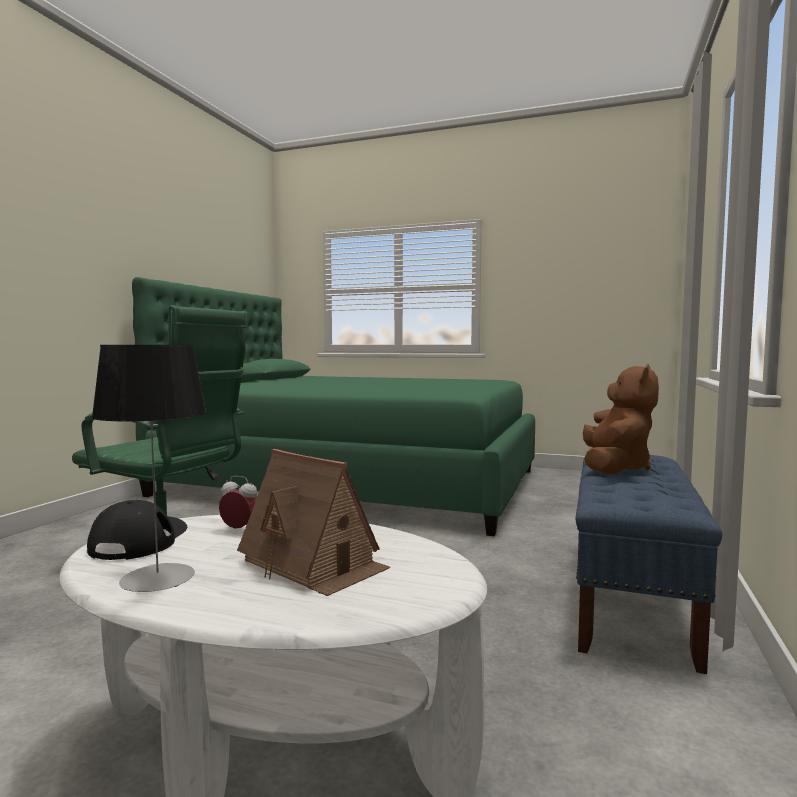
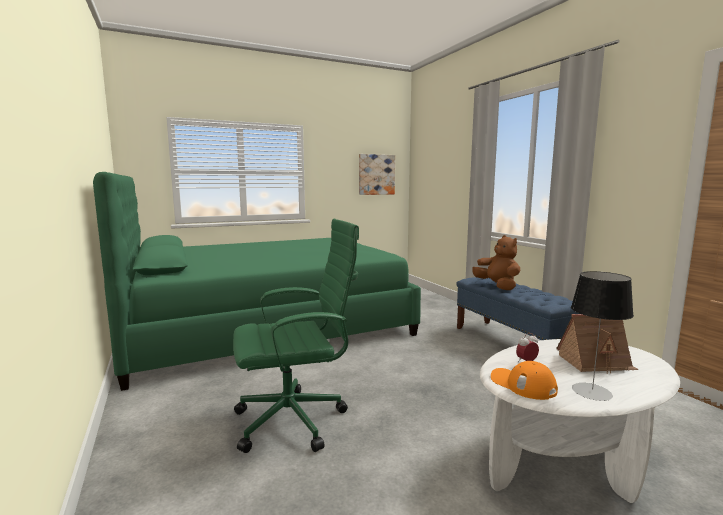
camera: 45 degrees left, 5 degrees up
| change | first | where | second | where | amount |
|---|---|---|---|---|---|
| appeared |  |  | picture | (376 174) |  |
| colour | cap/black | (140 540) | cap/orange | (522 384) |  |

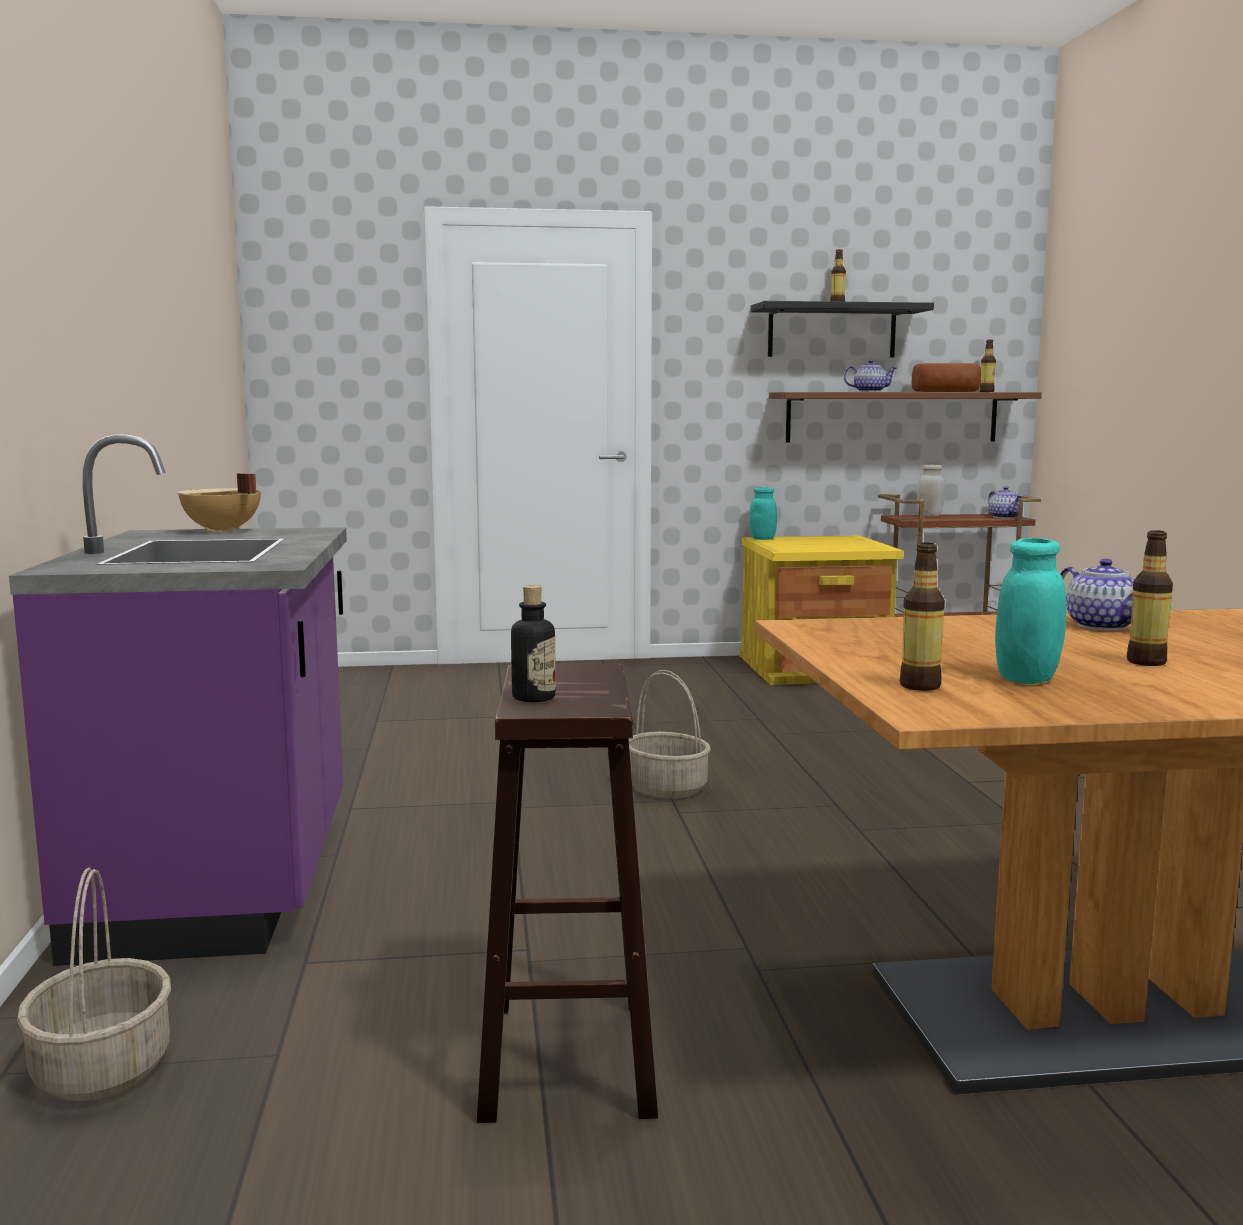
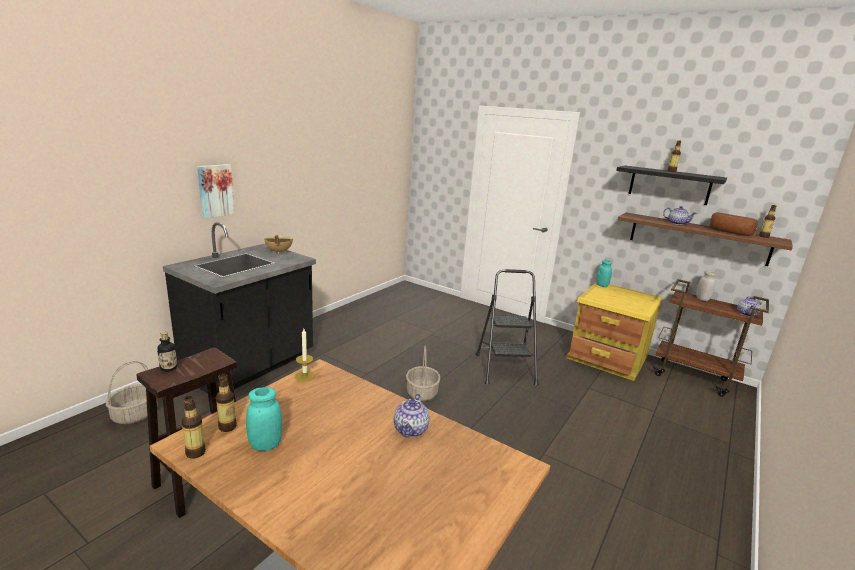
camera: 40 degrees right, 10 degrees up
| change | first | where | second | where | amount |
|---|---|---|---|---|---|
| appeared |  |  | picture | (215 190) |  |
| appeared |  |  | candle | (305 376) |  |
| appeared |  |  | step ladder/black | (505 367) |  |
| relocated | bottle | (1146 662) |  | (195 453) |  |
| colour | counter/purple | (226 881) | counter/black | (250 367) |  |

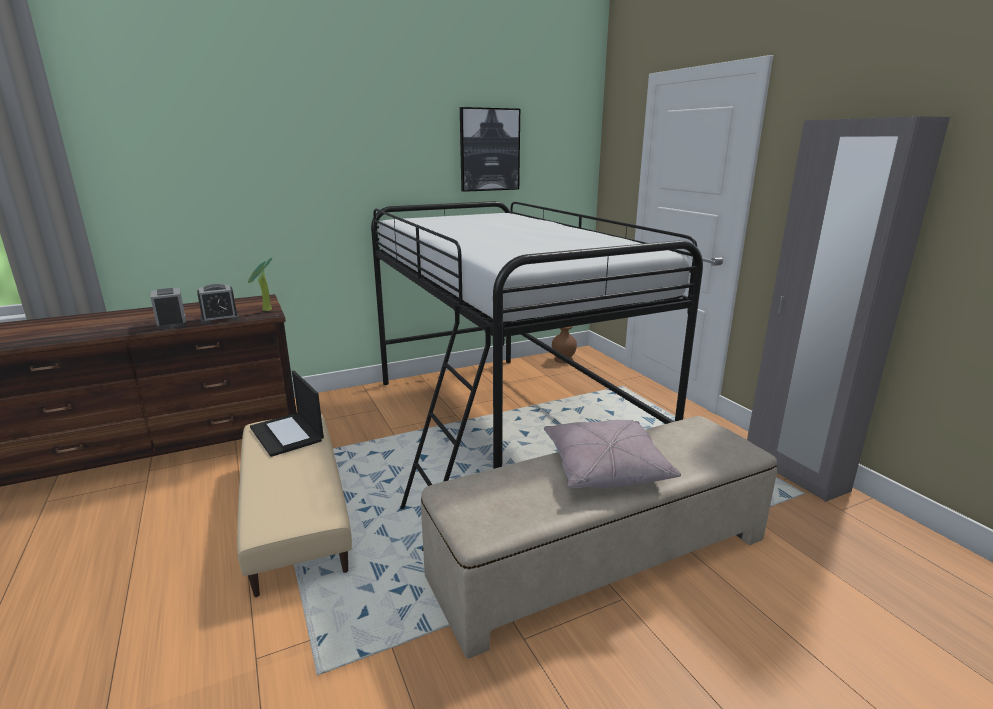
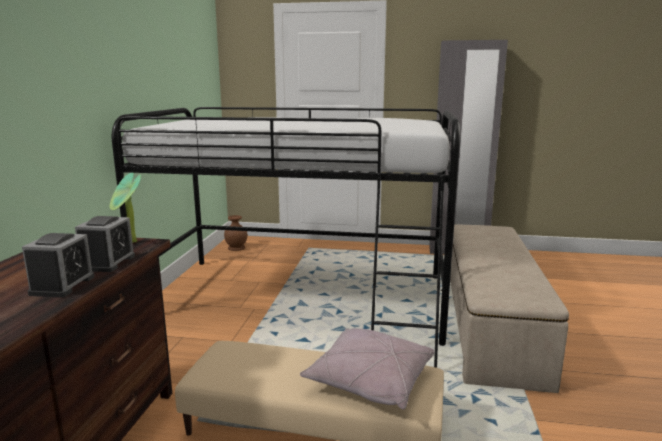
camera: 55 degrees left, 5 degrees down
| change | first | where | second | where | amount |
|---|---|---|---|---|---|
| missing | laptop | (287 434) |  |  |  |
| missing | picture | (489 150) |  |  |  |
| relocated | pillow/purple | (605 468) |  | (370 381) |  |
| spun | alarm clock | (172 322) |  | (62 285) | 90 degrees clockwise |

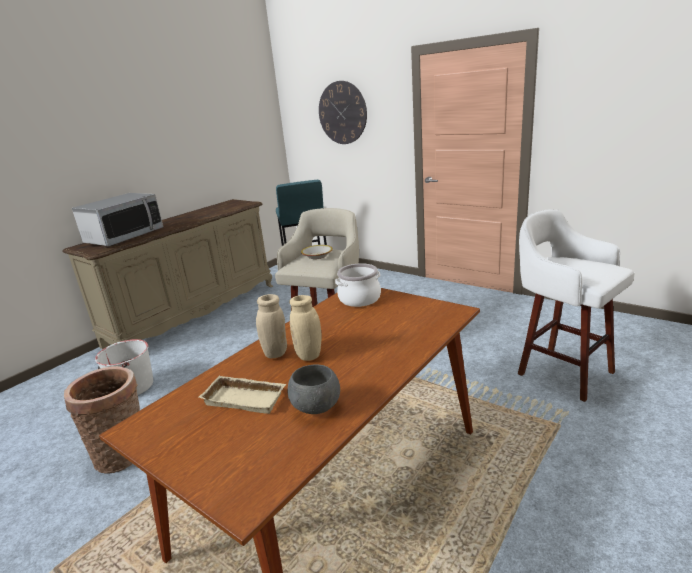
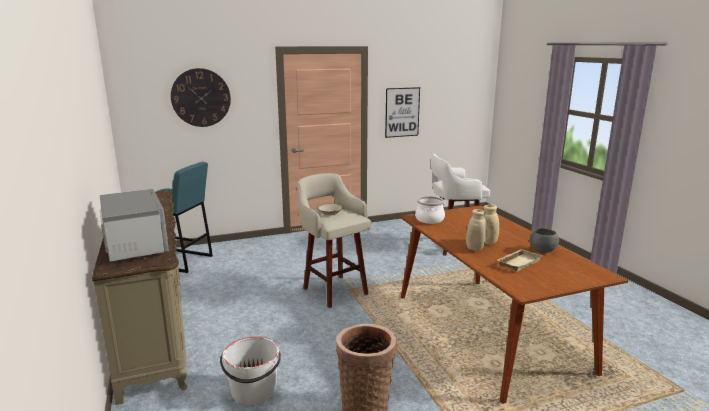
camera: 60 degrees left, 5 degrees down
| change | first | where | second | where | amount |
|---|---|---|---|---|---|
| appeared |  |  | picture | (402 112) |  |

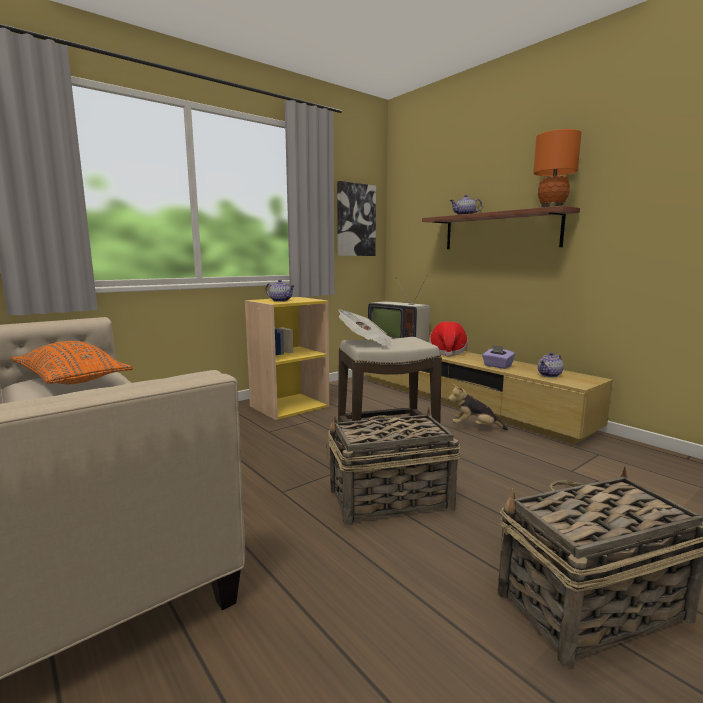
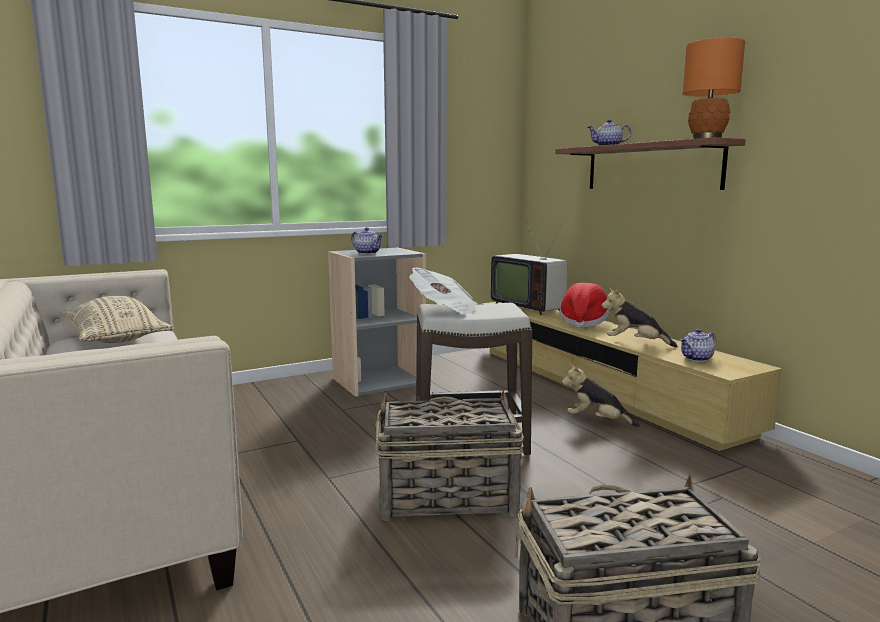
camera: 10 degrees right, 0 degrees up
| change | first | where | second | where | amount |
|---|---|---|---|---|---|
| missing | picture | (355 220) |  |  |  |
| exchanged | tissue box/purple | (497 366) | plush toy | (635 343) |  |
| colour | pillow/orange | (72 380) | pillow/beige | (116 338) |  |
| colour | bookcase/yellow | (289 406) | bookcase/grey | (379 380) |  |

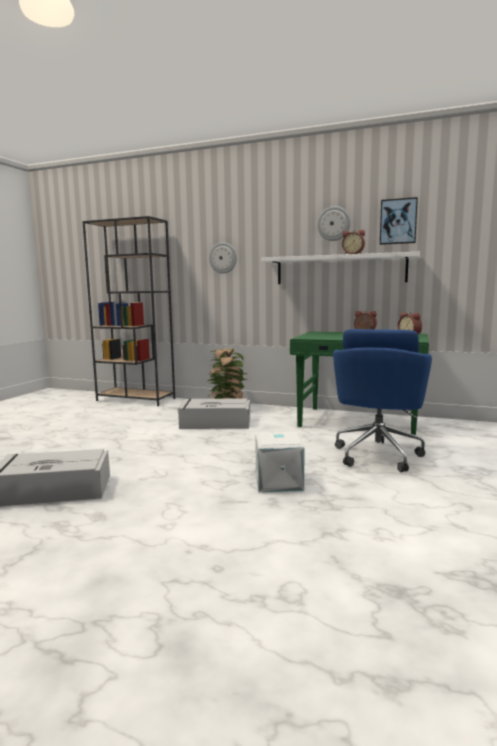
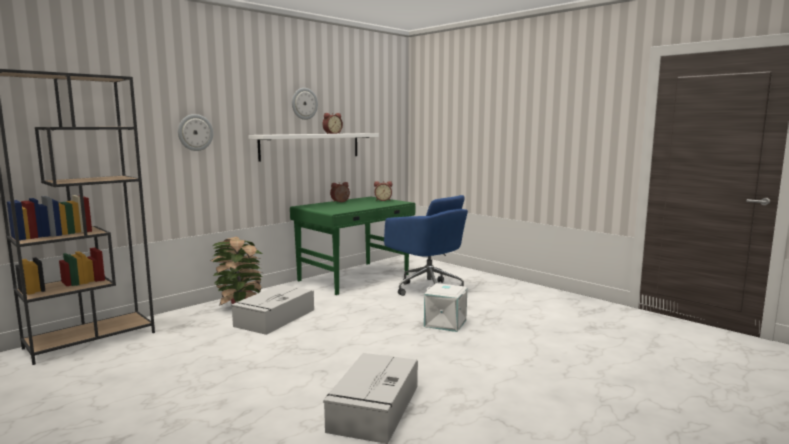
camera: 65 degrees left, 0 degrees up
| change | first | where | second | where | amount |
|---|---|---|---|---|---|
| missing | picture | (398 221) |  |  |  |

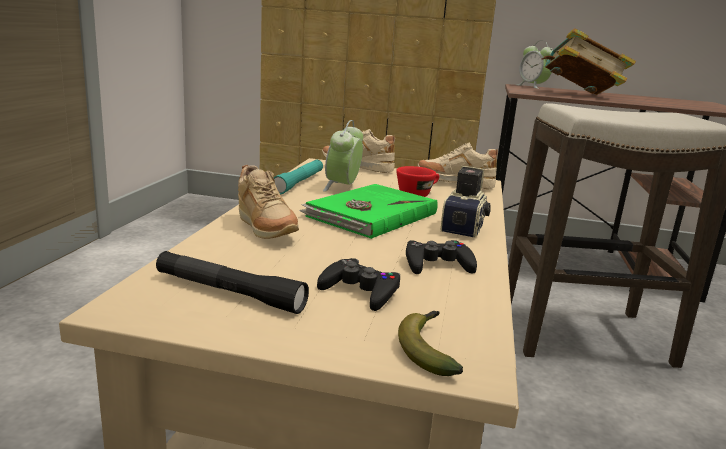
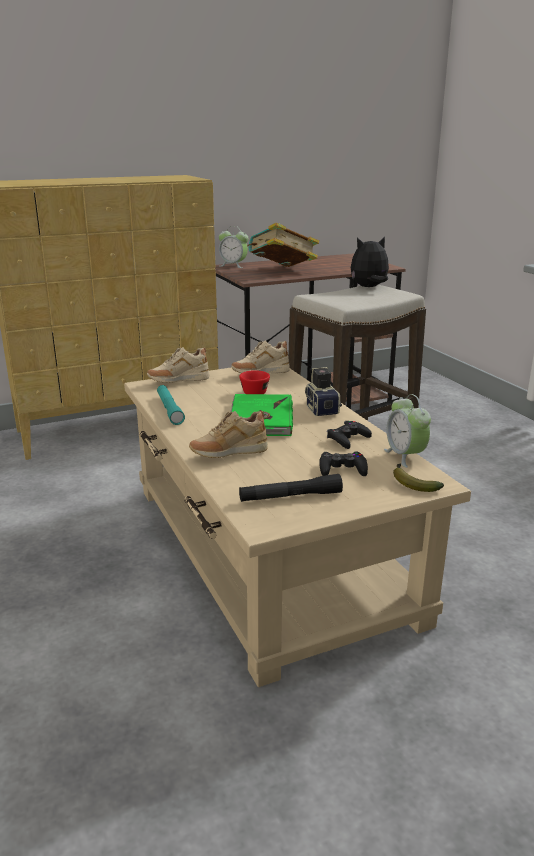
camera: 35 degrees left, 5 degrees up
| change | first | where | second | where | amount |
|---|---|---|---|---|---|
| appeared |  |  | plush toy | (369 287) |  |
| relocated | alarm clock | (342 187) |  | (405 456) |  |
| spun | shoe/beige | (265 230) |  | (228 454) | 135 degrees clockwise |

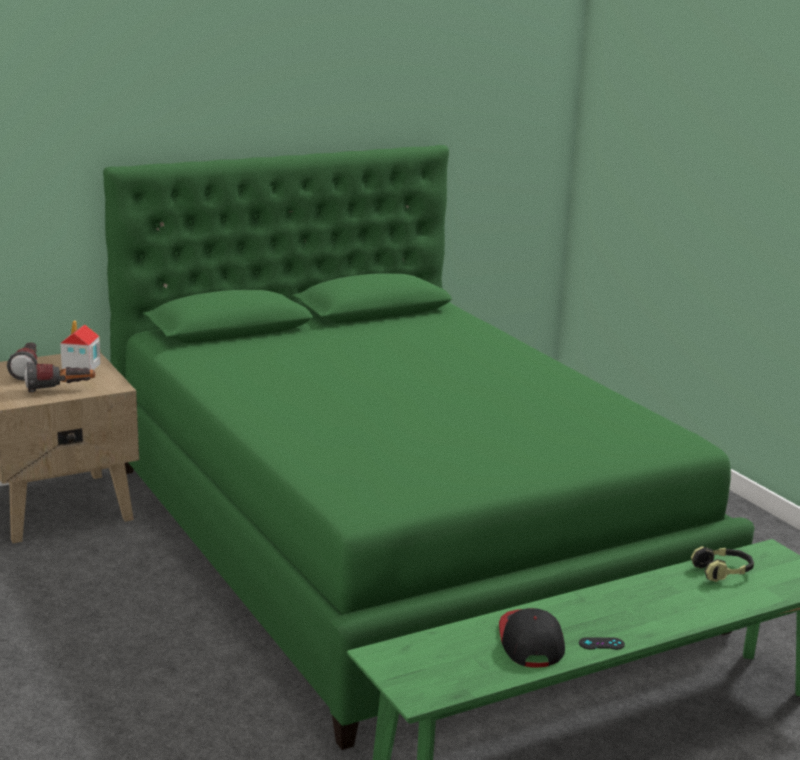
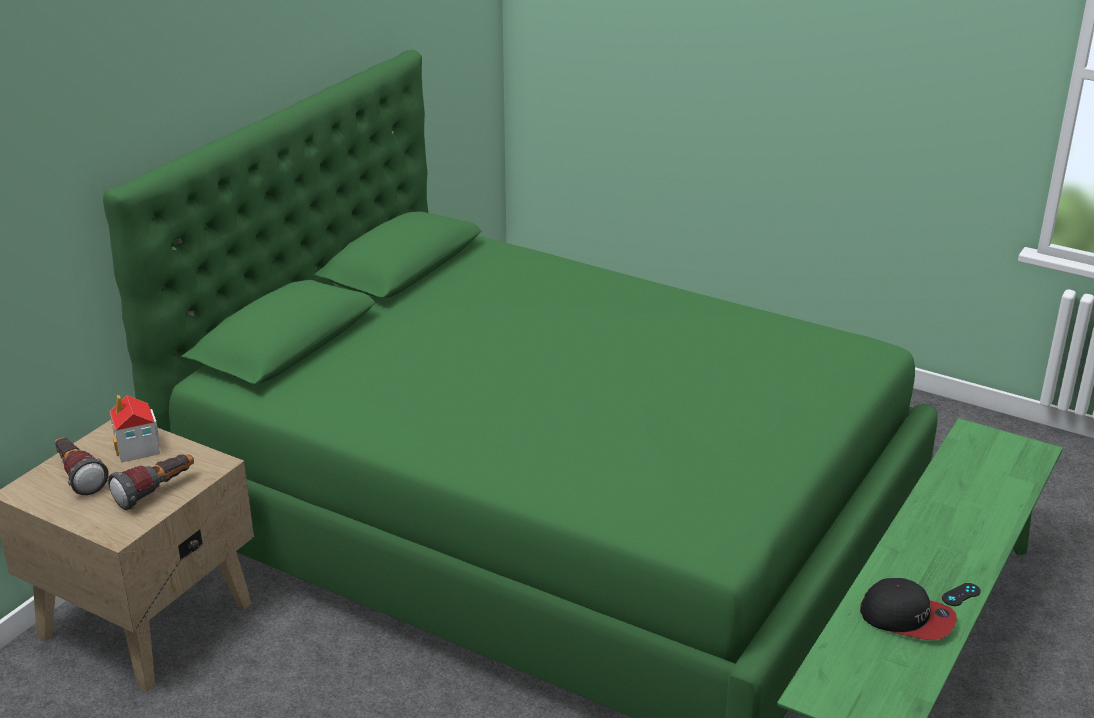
camera: 30 degrees left, 10 degrees up
| change | first | where | second | where | amount |
|---|---|---|---|---|---|
| missing | headphones | (723 572) |  |  |  |
| spun | cap | (530 641) |  | (907 618) | 150 degrees clockwise |

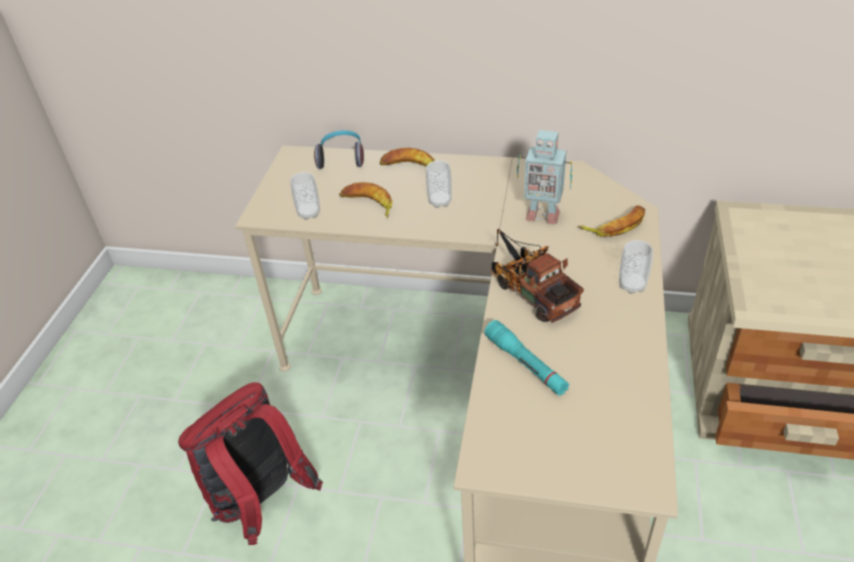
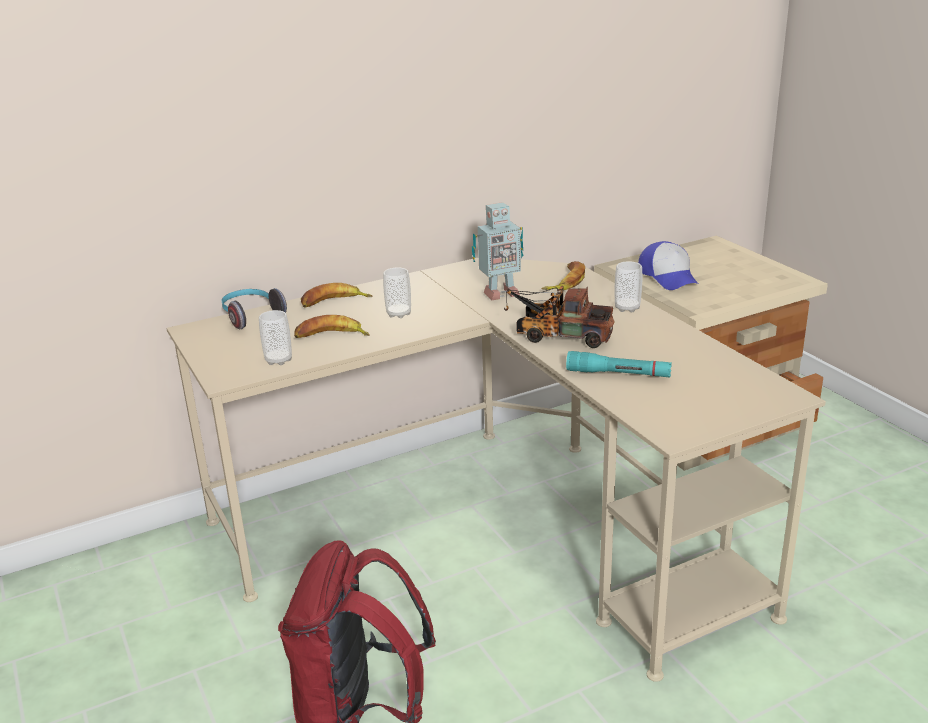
camera: 40 degrees left, 15 degrees down
| change | first | where | second | where | amount |
|---|---|---|---|---|---|
| appeared |  |  | cap | (669 277) |  |

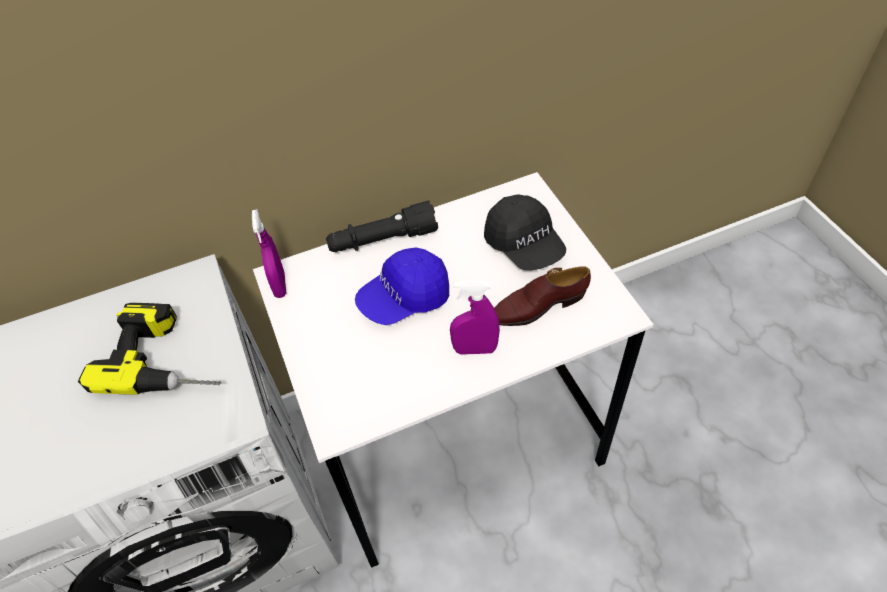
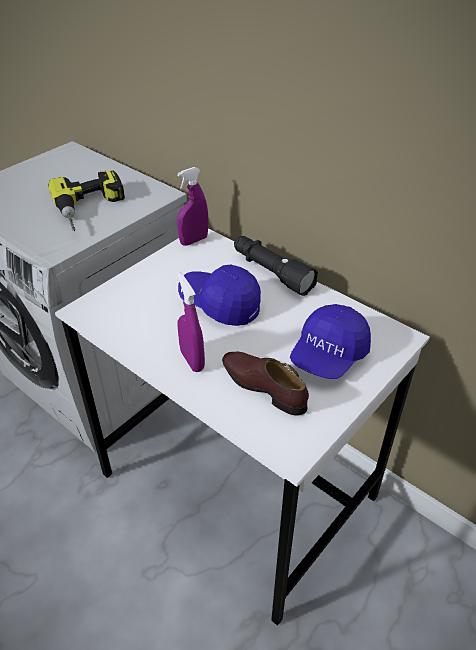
camera: 60 degrees right, 10 degrees down
| change | first | where | second | where | amount |
|---|---|---|---|---|---|
| colour | cap/black | (524 245) | cap/blue | (328 356) |  |

